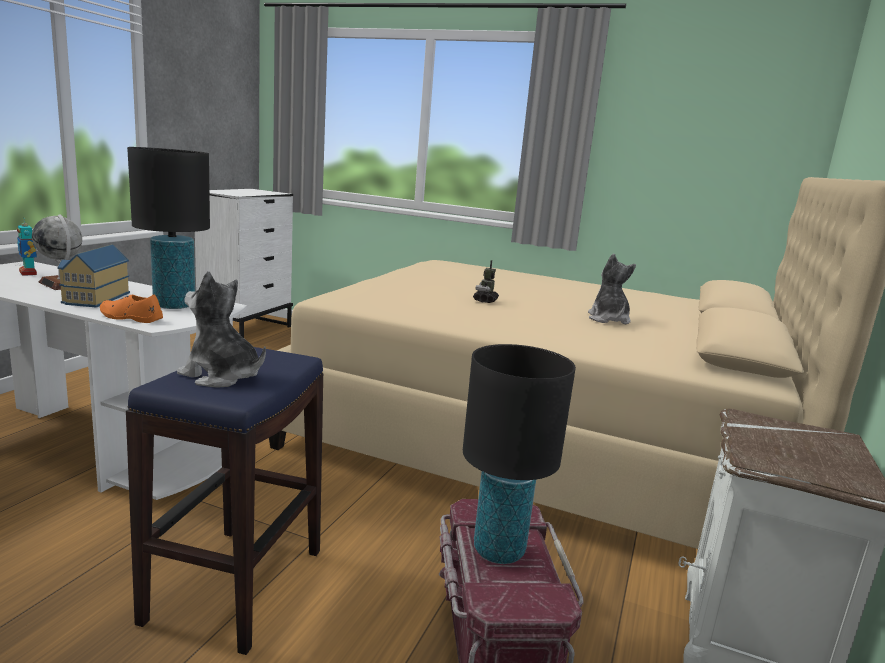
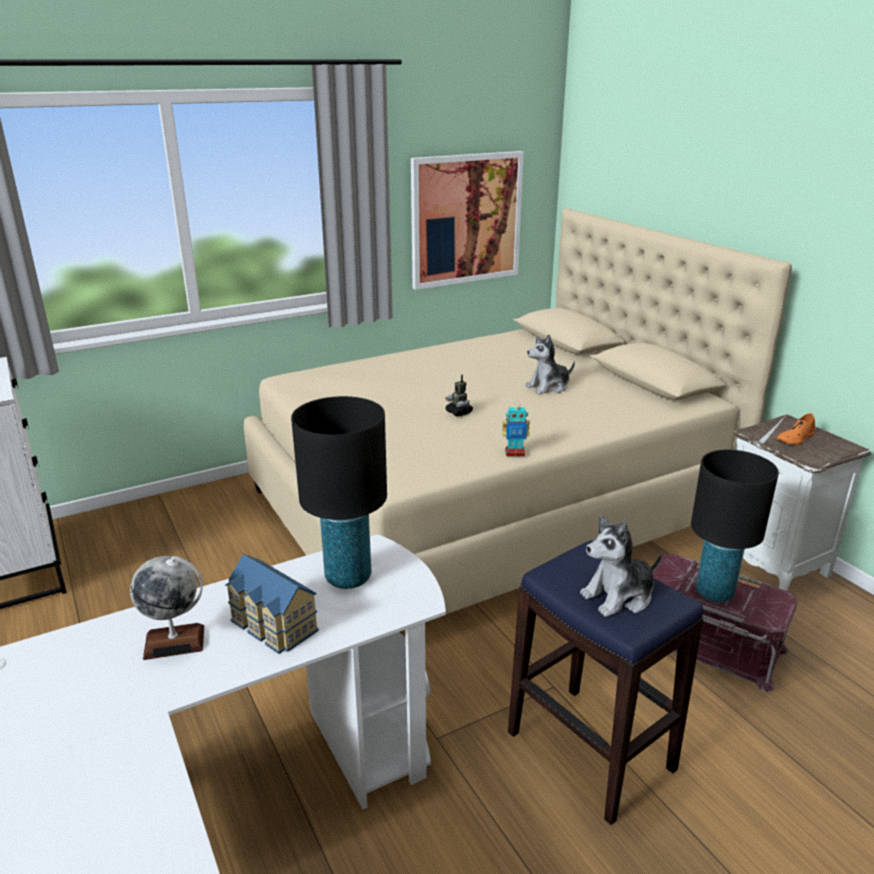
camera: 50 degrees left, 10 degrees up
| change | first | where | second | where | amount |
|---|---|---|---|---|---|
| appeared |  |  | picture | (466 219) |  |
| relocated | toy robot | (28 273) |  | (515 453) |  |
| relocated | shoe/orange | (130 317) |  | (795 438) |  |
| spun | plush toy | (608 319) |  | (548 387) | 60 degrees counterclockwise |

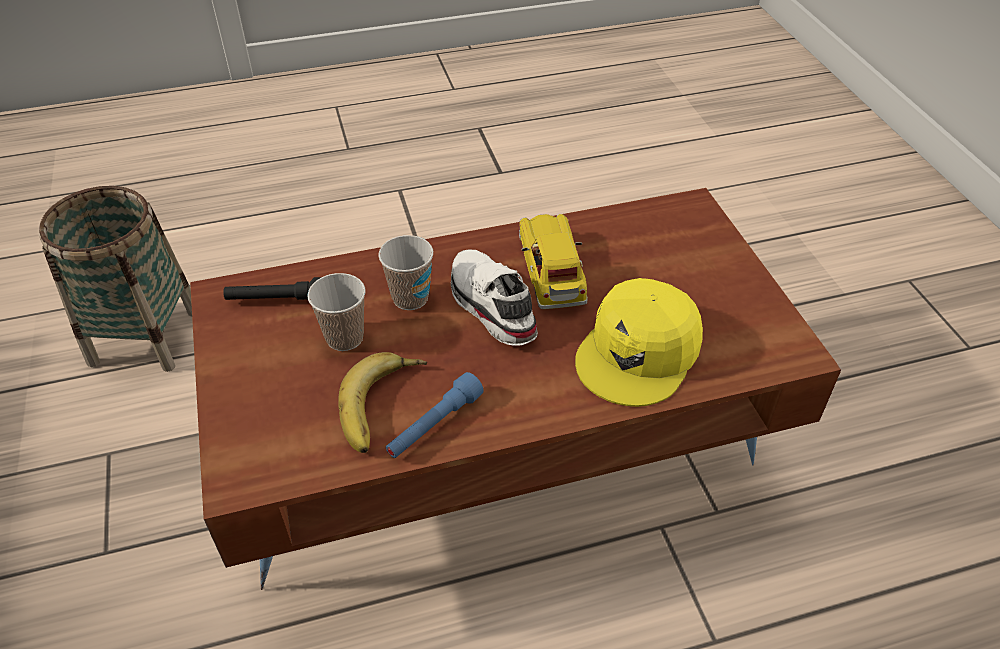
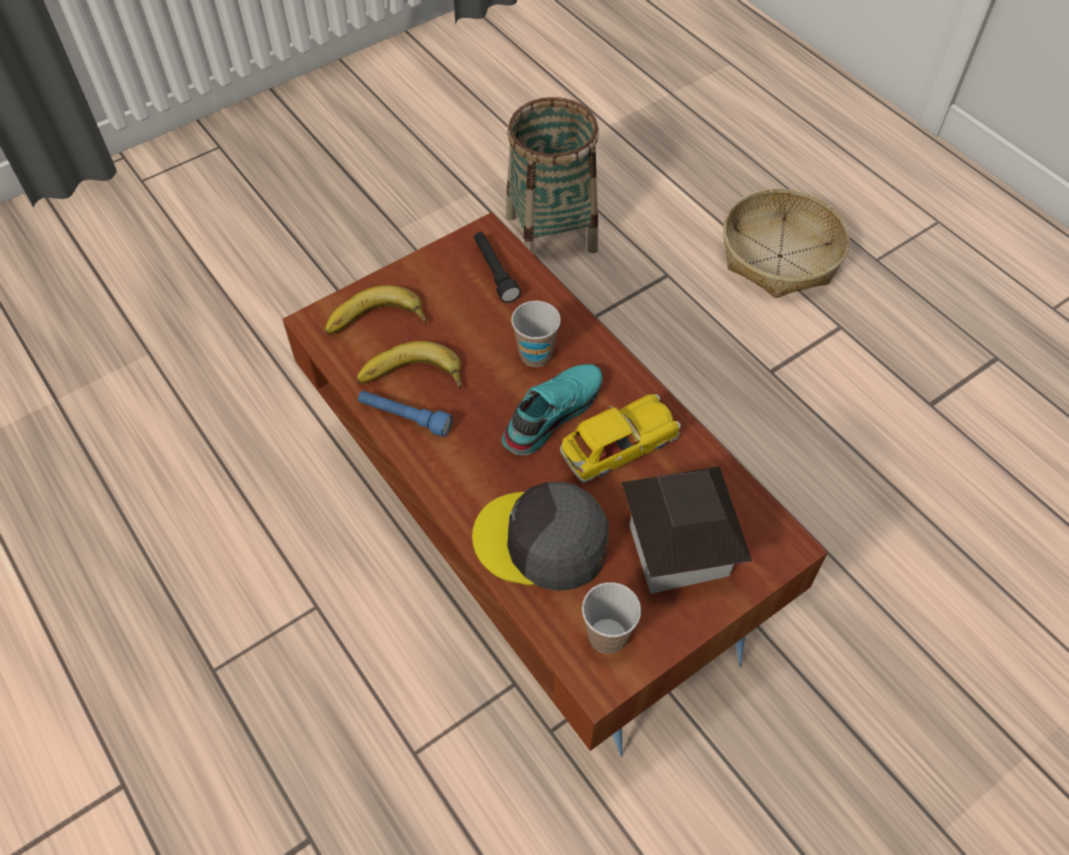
camera: 70 degrees right, 10 degrees up
| change | first | where | second | where | amount |
|---|---|---|---|---|---|
| appeared |  |  | banana | (376 324) |  |
| appeared |  |  | toy house | (678 549) |  |
| appeared |  |  | basket | (779 256) |  |
| relocated | cup | (345 338) |  | (607 636) |  |
| colour | shoe/white | (490 306) | shoe/turquoise | (551 413) |  |
| colour | cap/yellow | (639 352) | cap/grey | (542 541) |  |

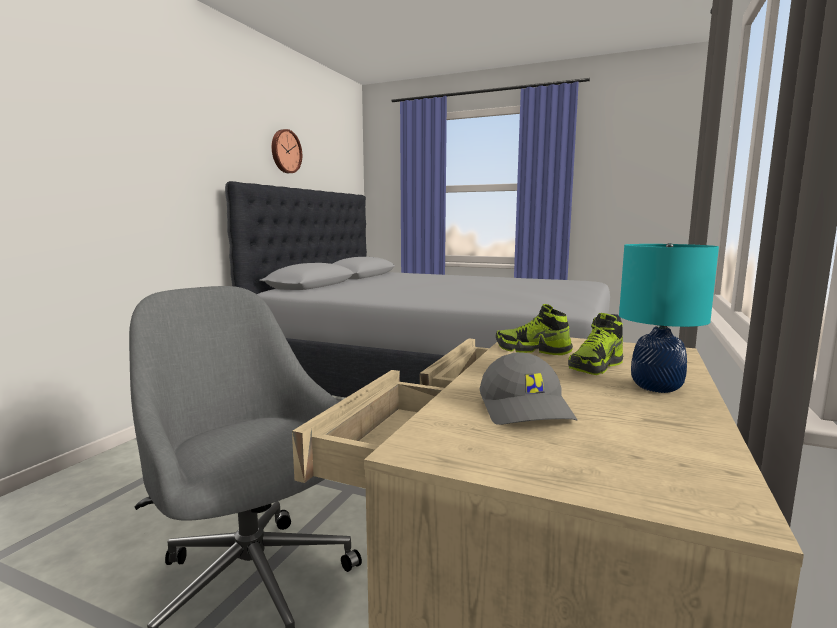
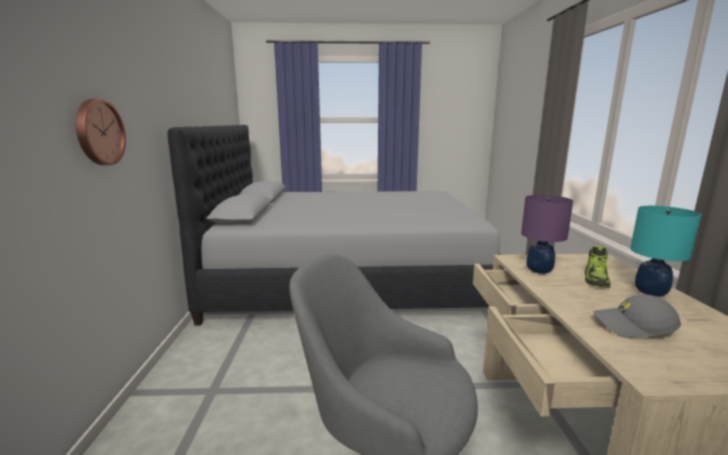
camera: 25 degrees left, 5 degrees up
| change | first | where | second | where | amount |
|---|---|---|---|---|---|
| relocated | wall clock | (285 151) |  | (98 132) |  |
| exchanged | shoe | (532 350) | table lamp/purple | (540 271) |  |
| spun | cap/grey | (527 409) |  | (633 327) | 135 degrees clockwise |

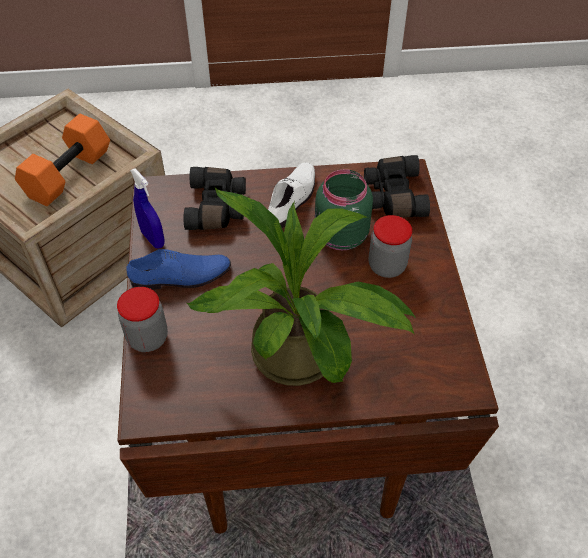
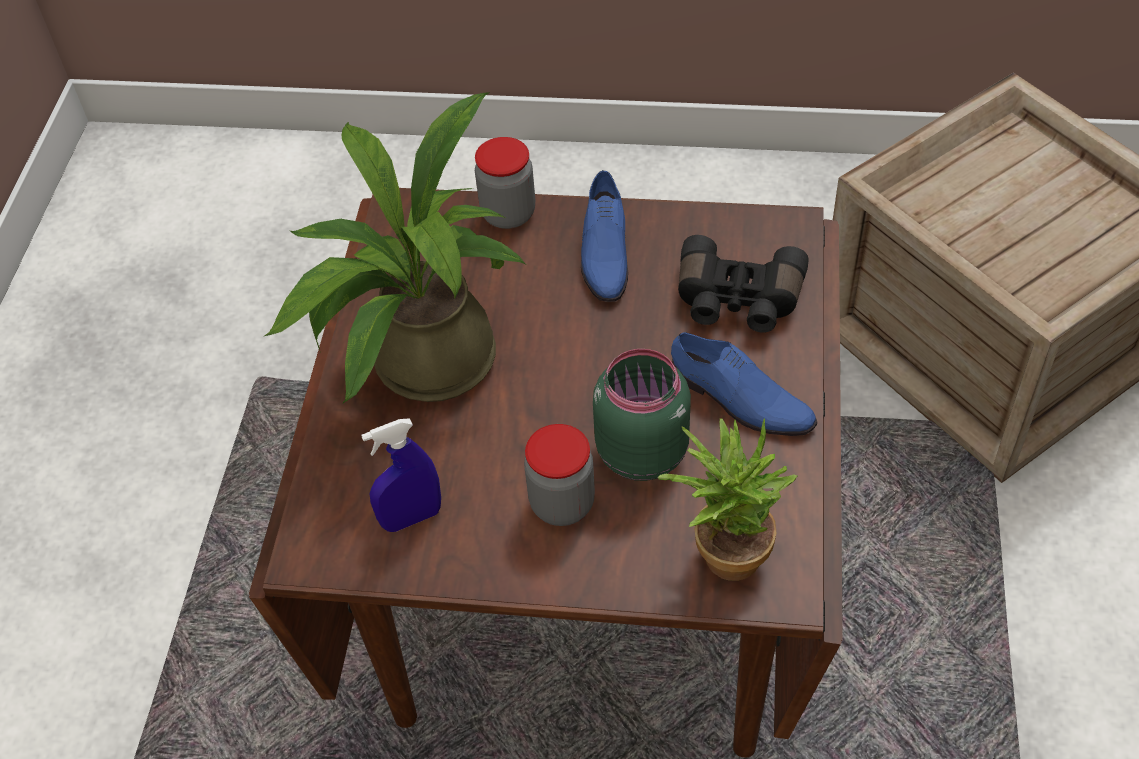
camera: 105 degrees right, 0 degrees up
| change | first | where | second | where | amount |
|---|---|---|---|---|---|
| missing | dumbbell/orange | (68 173) |  |  |  |
| relocated | spray bottle/blue | (153 239) |  | (411 518) |  |
| exchanged | binoculars/black | (392 196) | potted plant | (724 548) |  |
| colour | shoe/white | (293 199) | shoe/blue | (739 399) |  |

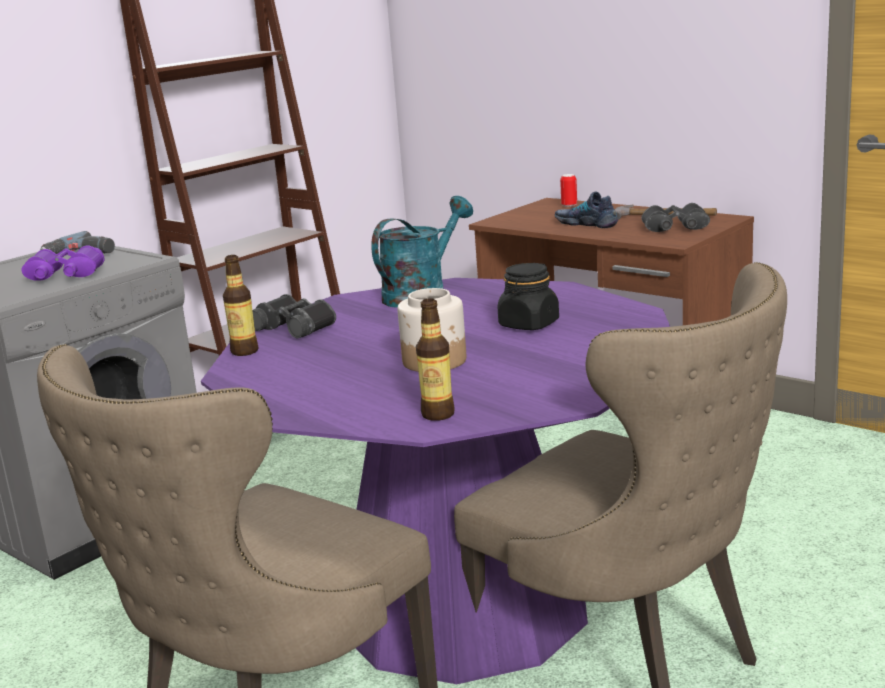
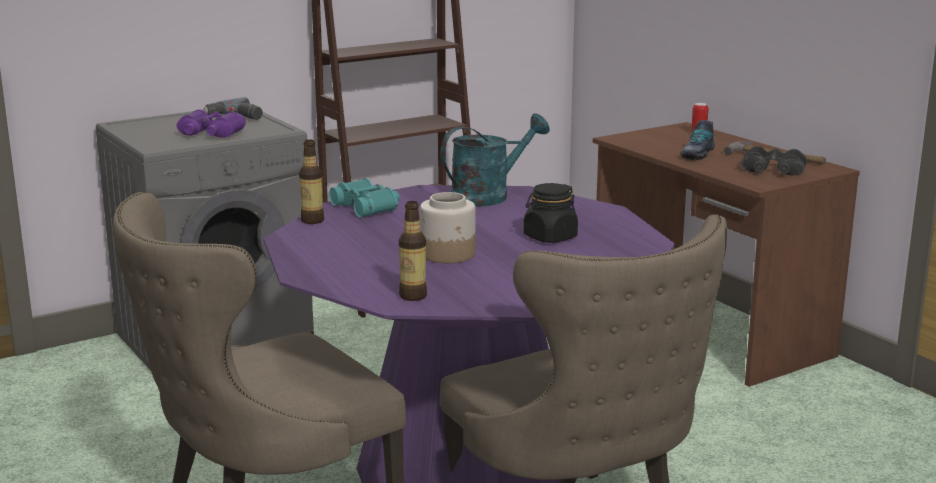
camera: 15 degrees right, 0 degrees up
| change | first | where | second | where | amount |
|---|---|---|---|---|---|
| colour | binoculars/black | (296 327) | binoculars/turquoise | (367 207) |  |
| spun | shoe | (586 223) |  | (696 153) | 120 degrees counterclockwise |

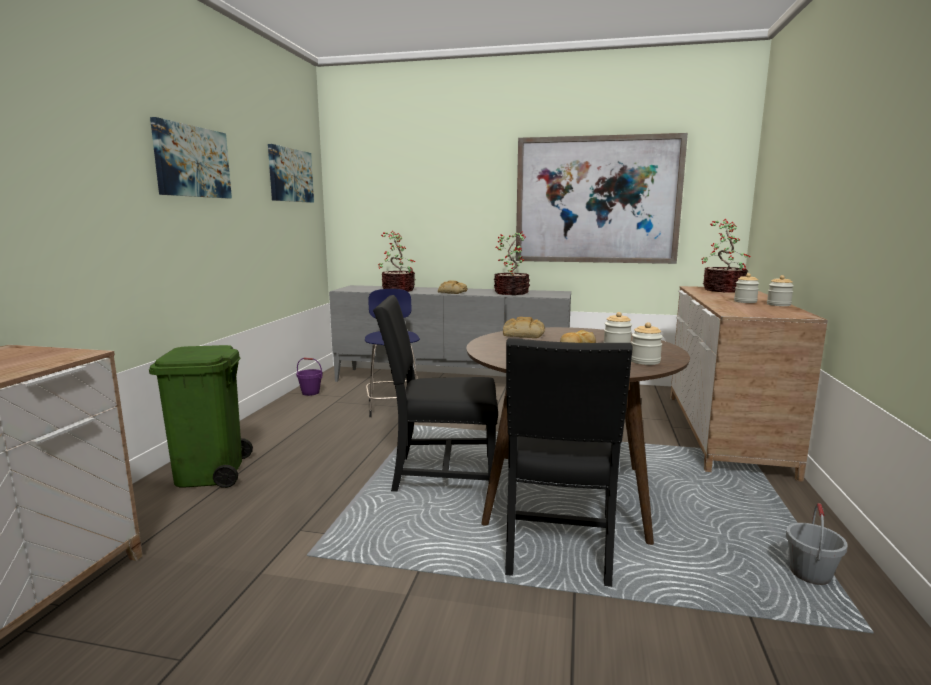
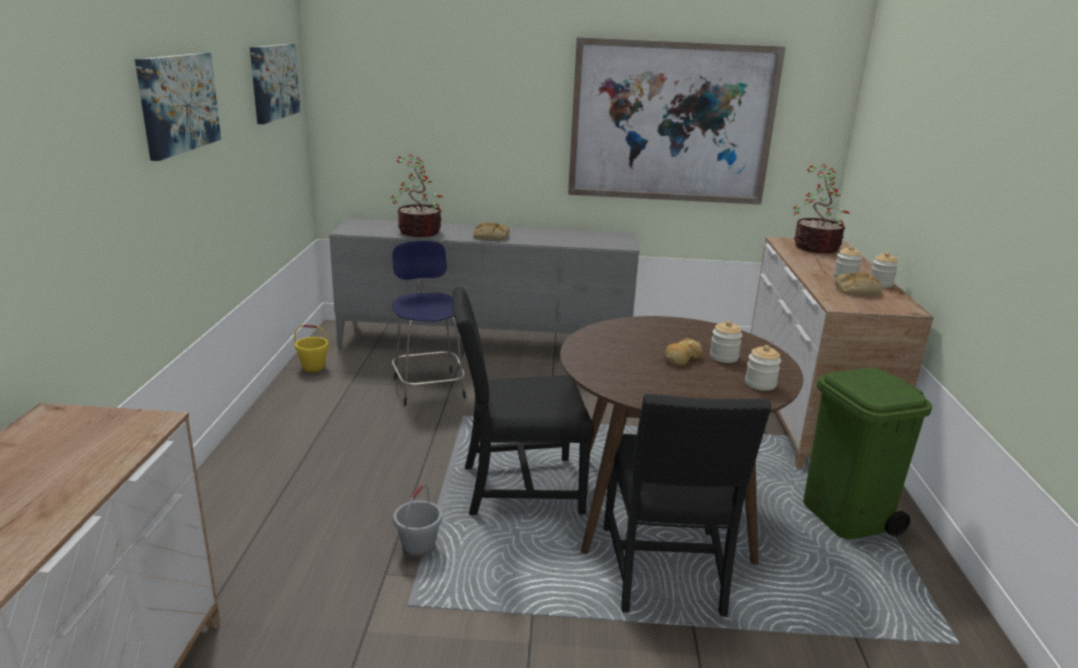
camera: 10 degrees left, 10 degrees up
| change | first | where | second | where | amount |
|---|---|---|---|---|---|
| missing | potted plant | (511 293) |  |  |  |
| relocated | trash can/green | (210 473) |  | (846 516) |  |
| relocated | bread | (523 334) |  | (856 290) |  |
| relocated | bucket/grey | (809 575) |  | (418 547) |  |
| colour | bucket/purple | (310 393) | bucket/yellow | (313 367) |  |

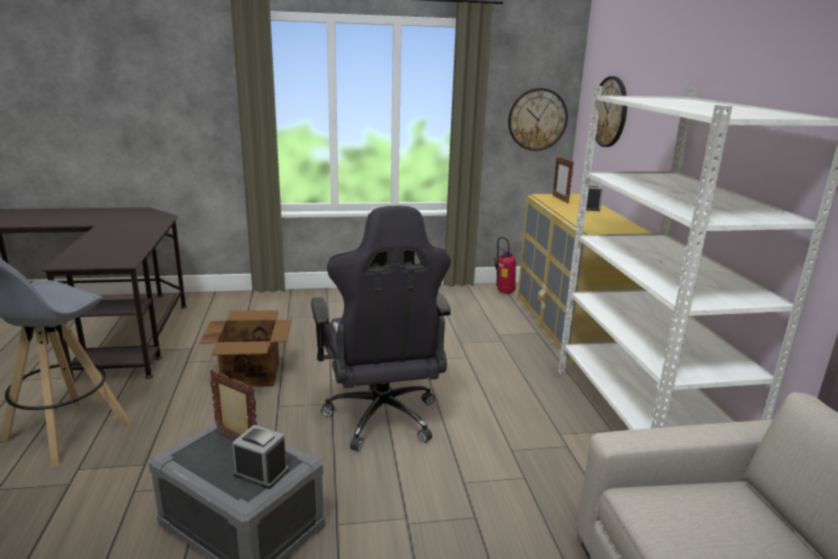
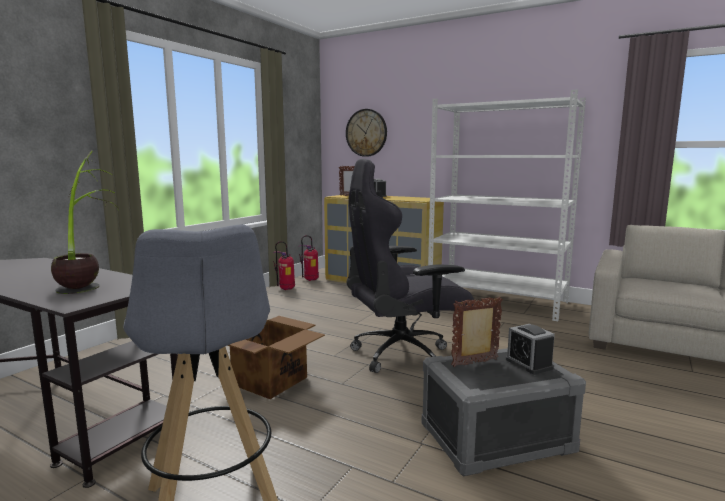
camera: 50 degrees left, 10 degrees down
| change | first | where | second | where | amount |
|---|---|---|---|---|---|
| missing | wall clock | (537 119) |  |  |  |
| appeared |  |  | potted plant | (88 282) |  |
| appeared |  |  | fire extinguisher | (286 289) |  |
| spun | alarm clock | (261 472) |  | (529 364) | 90 degrees counterclockwise |
| spun | office chair/black | (380 413) |  | (405 353) | 135 degrees clockwise |

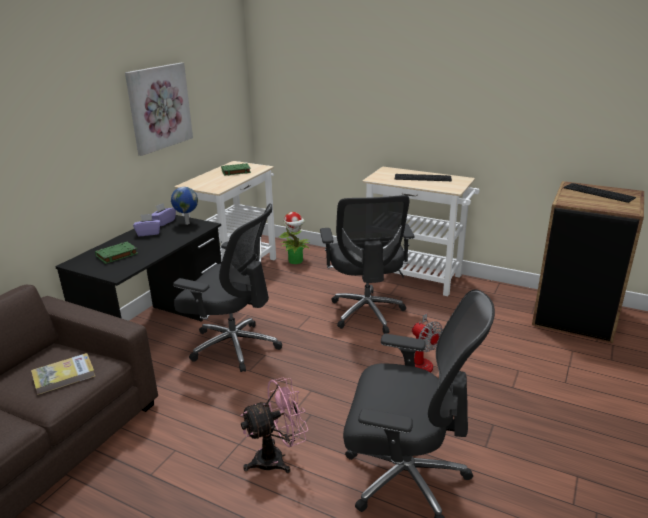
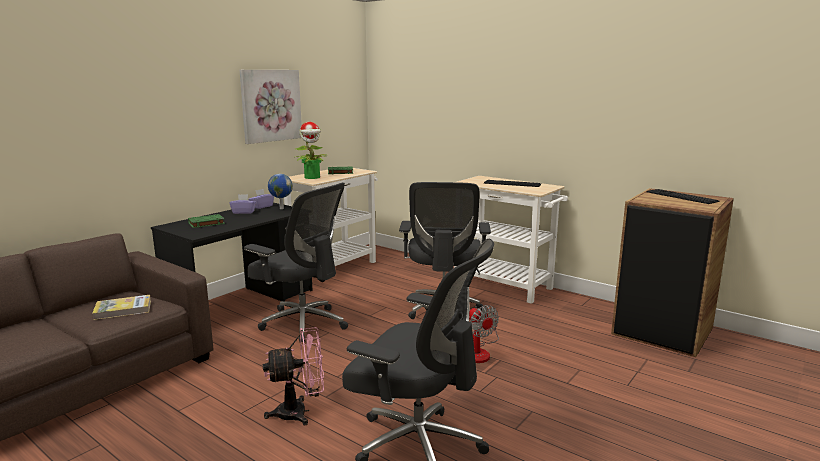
camera: 10 degrees right, 10 degrees down
| change | first | where | second | where | amount |
|---|---|---|---|---|---|
| relocated | potted plant | (296 261) |  | (312 177) |  |

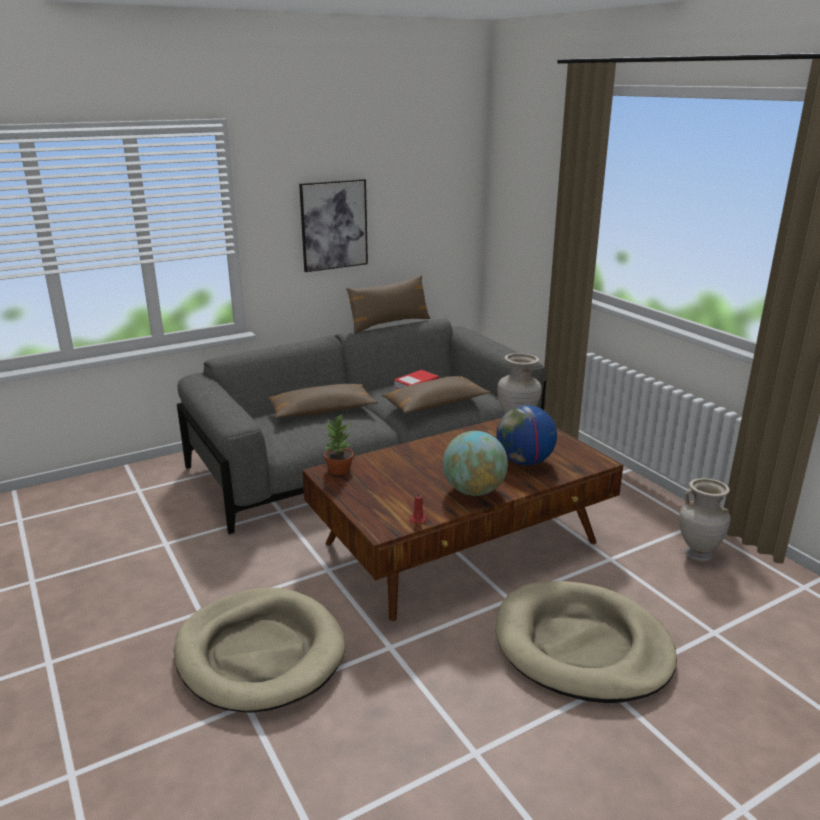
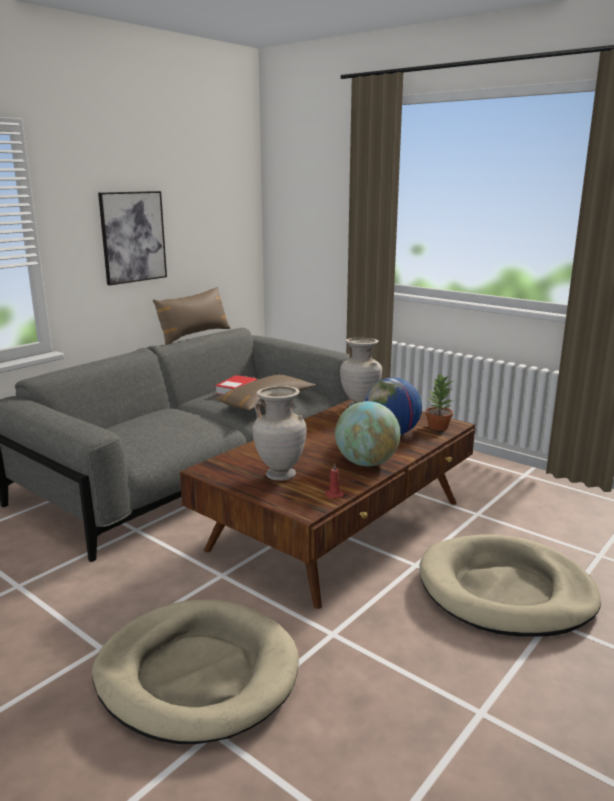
camera: 20 degrees left, 5 degrees down
| change | first | where | second | where | amount |
|---|---|---|---|---|---|
| missing | pillow/brown | (322 411) |  |  |  |
| relocated | potted plant | (339 470) |  | (437 427) |  |
| relocated | vase/beige | (698 554) |  | (280 475) |  |

